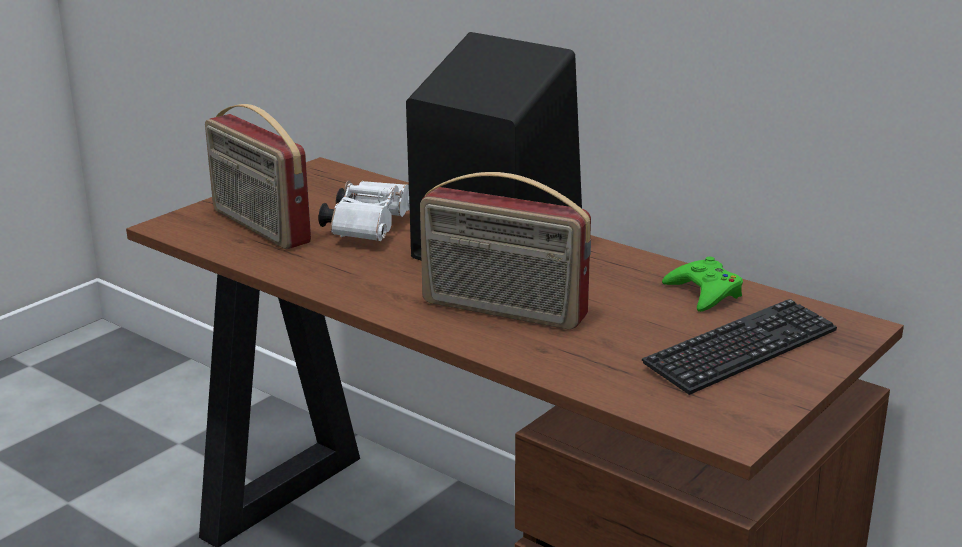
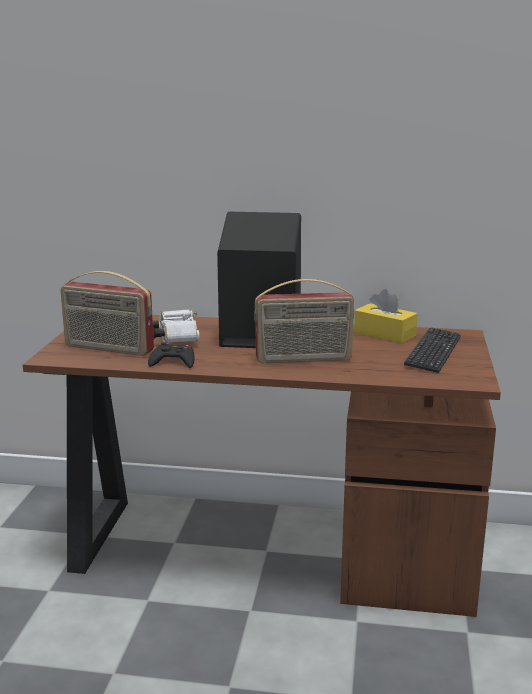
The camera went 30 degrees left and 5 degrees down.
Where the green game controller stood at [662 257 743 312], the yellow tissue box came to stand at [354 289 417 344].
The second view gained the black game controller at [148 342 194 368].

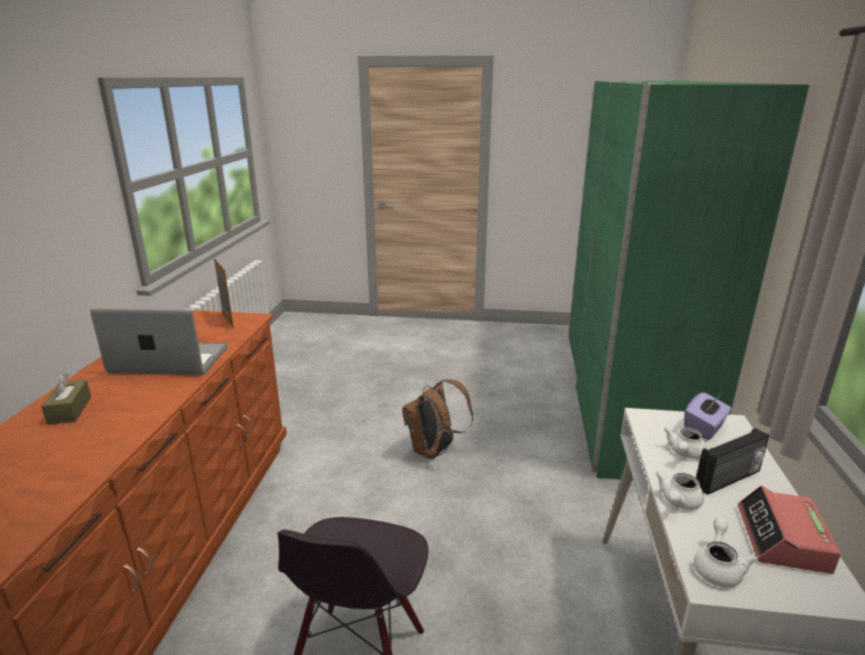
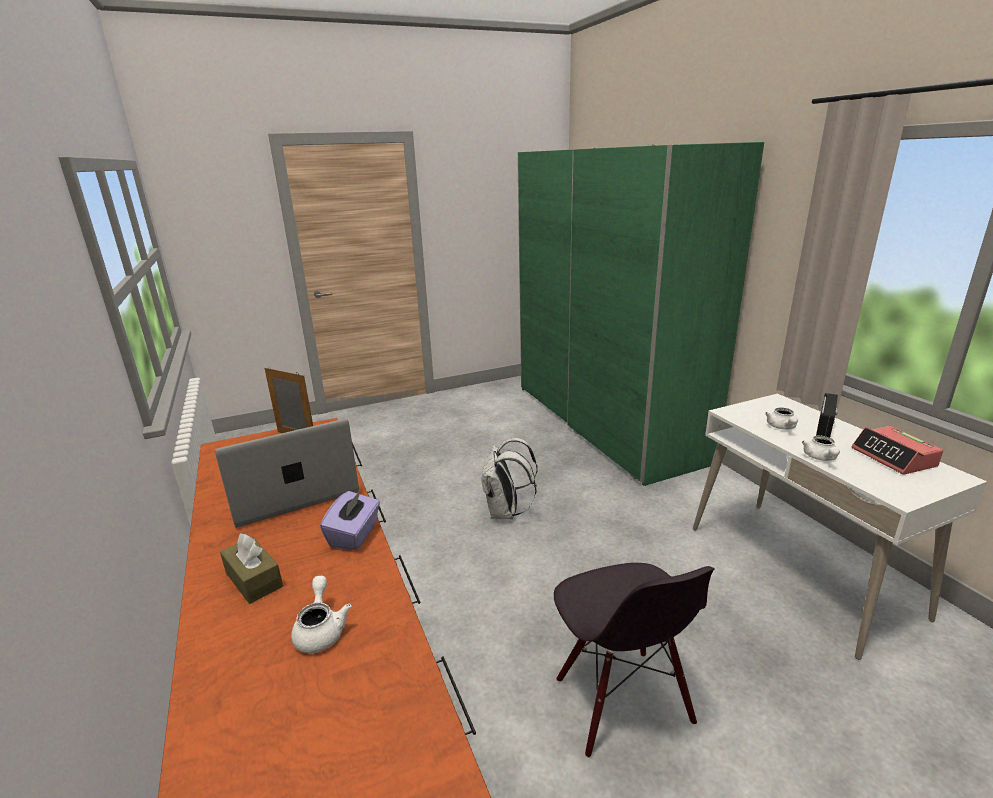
The camera went 30 degrees left and 0 degrees up.
What was the brown backpack at [402 379 473 459] turned into the white backpack at [481 438 538 519].
The purple tissue box ended up elsewhere, having gone from [684 392 731 440] to [320 490 380 550].
The white teapot ended up elsewhere, having gone from [694 517 758 587] to [291 576 352 653].

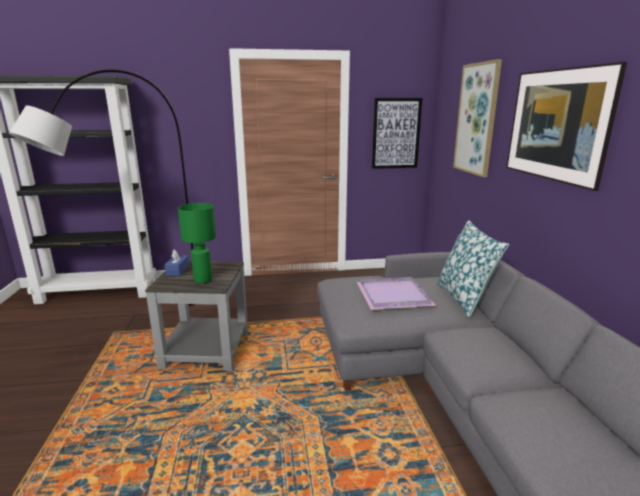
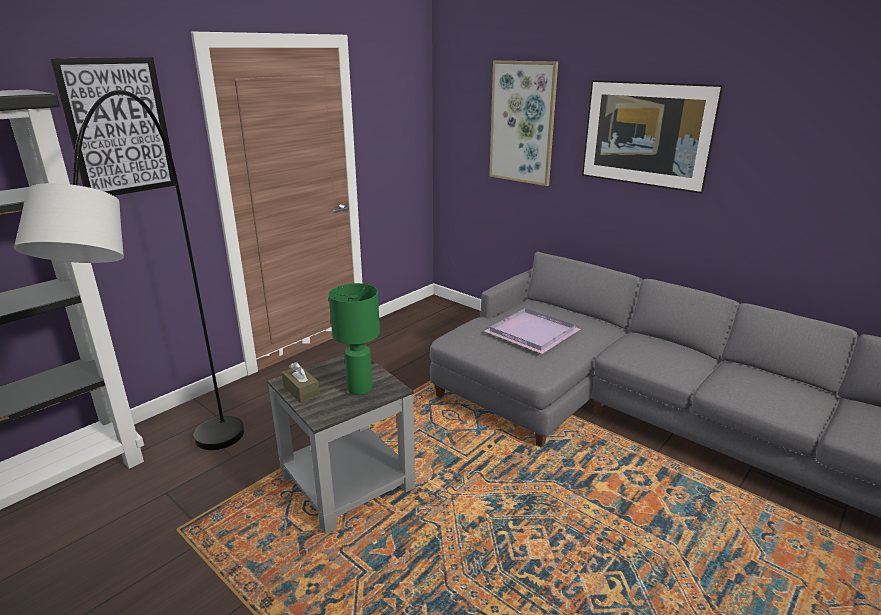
The camera went 40 degrees left and 5 degrees up.
What was the blue tissue box at [164 250 189 276] turned into the brown tissue box at [282 362 320 403].
The picture ended up elsewhere, having gone from [372 98 422 169] to [50 57 175 196].
The second view lost the pillow at [437 220 509 318].

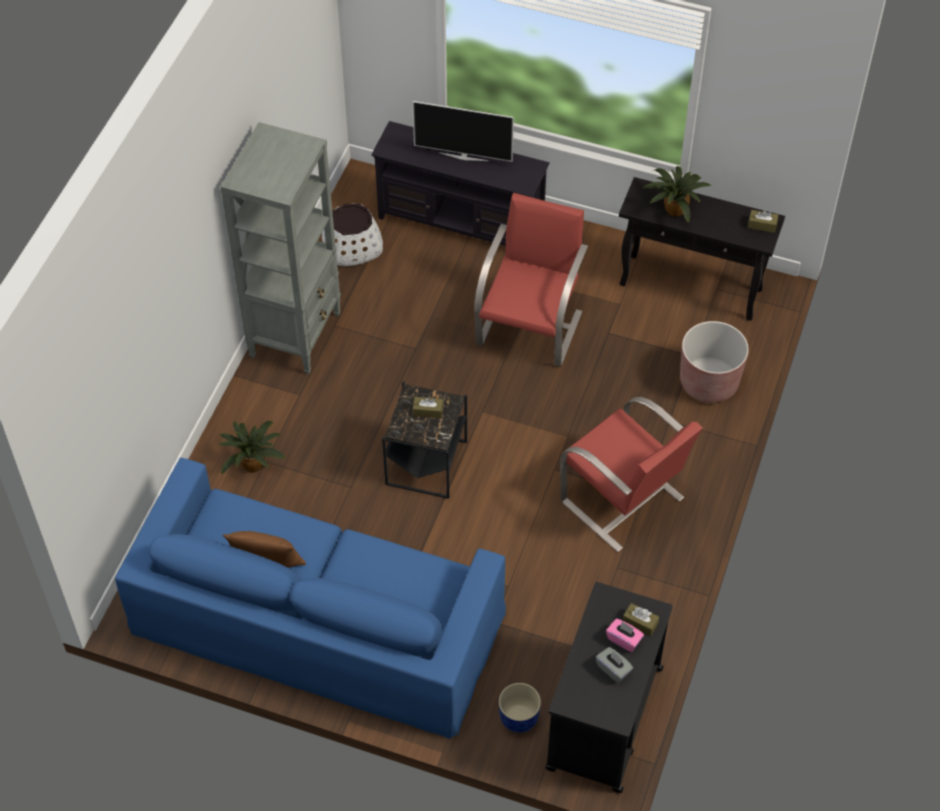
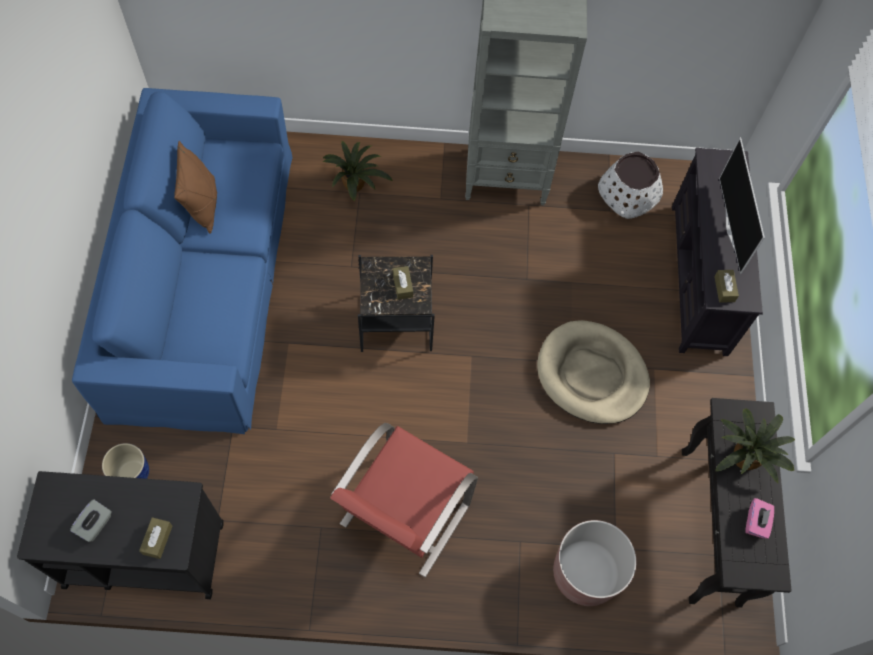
The camera went 70 degrees right and 10 degrees up.
Where the red armchair stood at [474 193 588 367], the beige dog bed came to stand at [537 320 650 424].
The pink tissue box ended up elsewhere, having gone from [606 619 644 652] to [745 498 774 539].
The brown tissue box ended up elsewhere, having gone from [748 210 778 233] to [714 270 739 303].

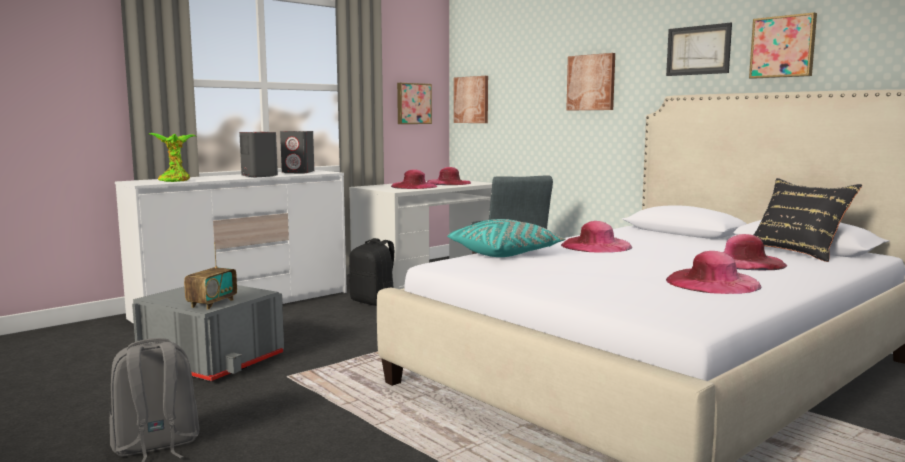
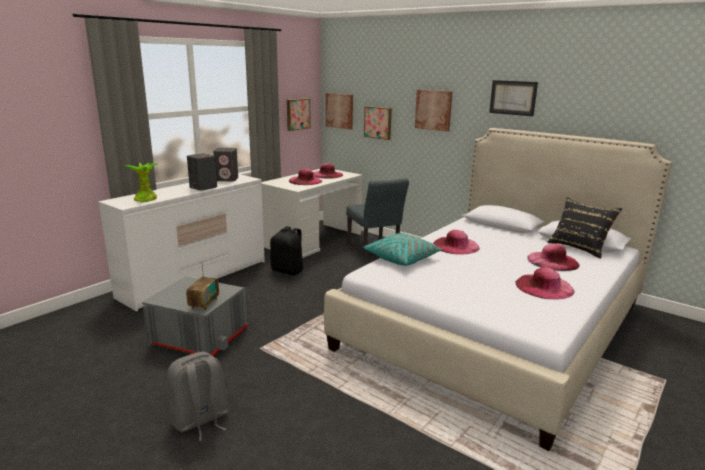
The camera went 10 degrees left and 10 degrees up.
The picture ended up elsewhere, having gone from [749 12 817 79] to [364 106 392 140].

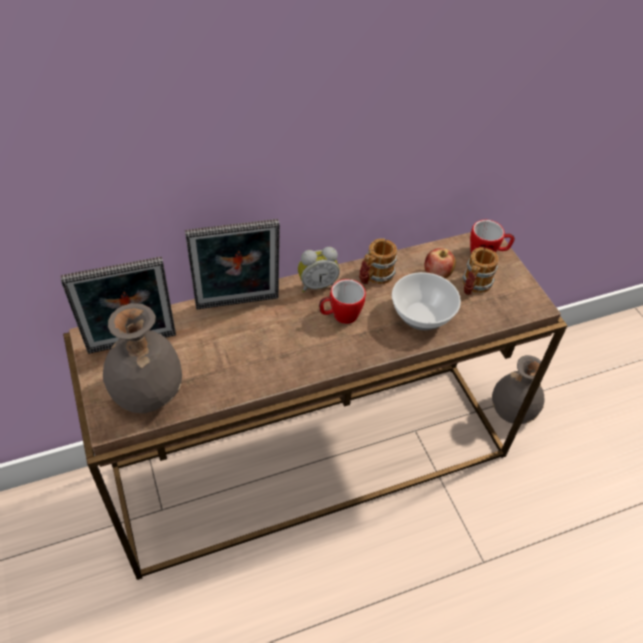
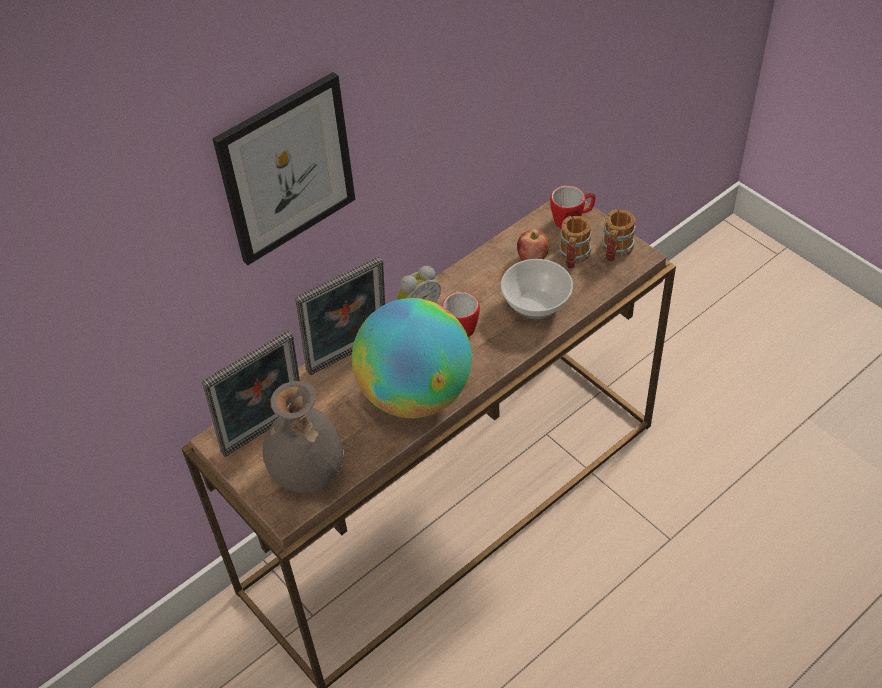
The camera went 15 degrees left and 0 degrees up.
The mug ended up elsewhere, having gone from [359 238 397 285] to [601 209 636 262].
The second view lost the grey vase at [492 355 544 424].
The second view gained the picture at [212 72 355 265].
The second view gained the globe at [352 298 472 418].

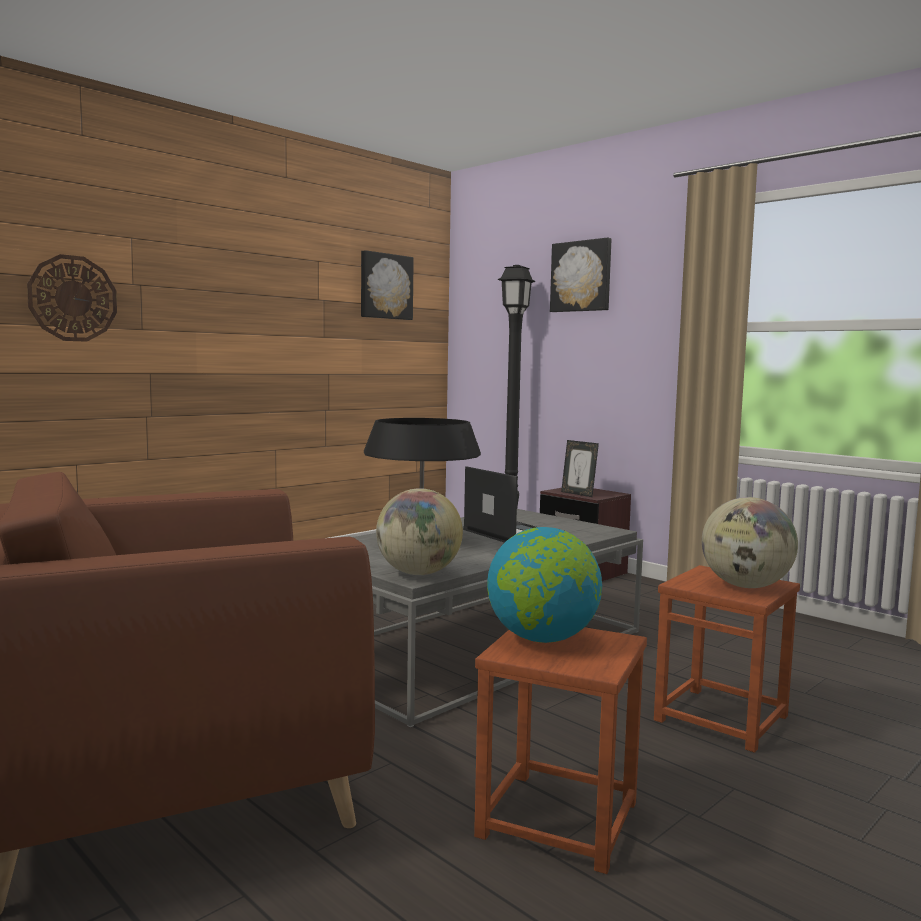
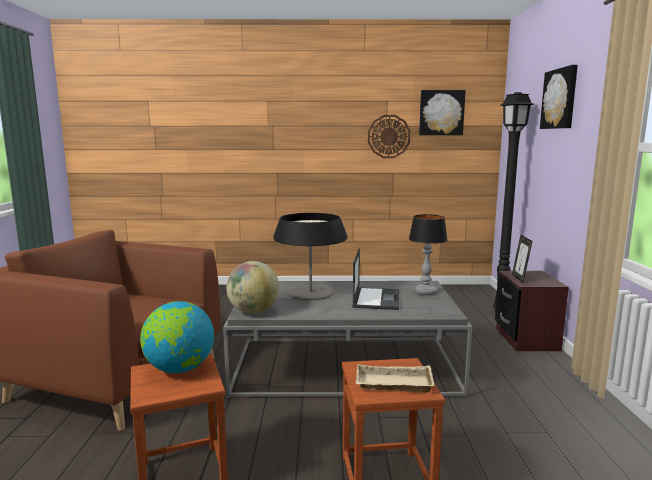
The camera went 45 degrees right and 5 degrees up.
The wall clock ended up elsewhere, having gone from [27 254 117 342] to [368 115 410 158].
Where the globe stood at [702 497 798 588], the beige tray came to stand at [356 364 435 393].
The second view gained the table lamp at [409 214 448 295].

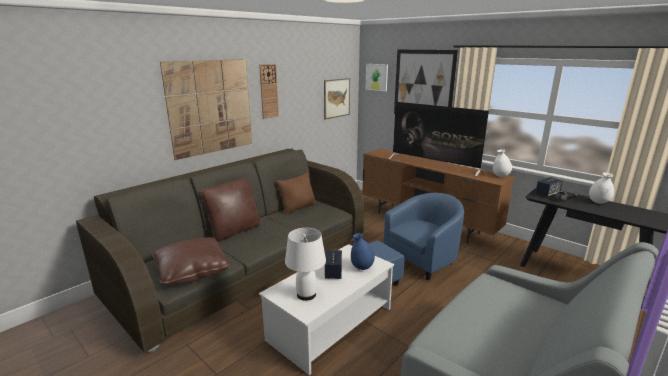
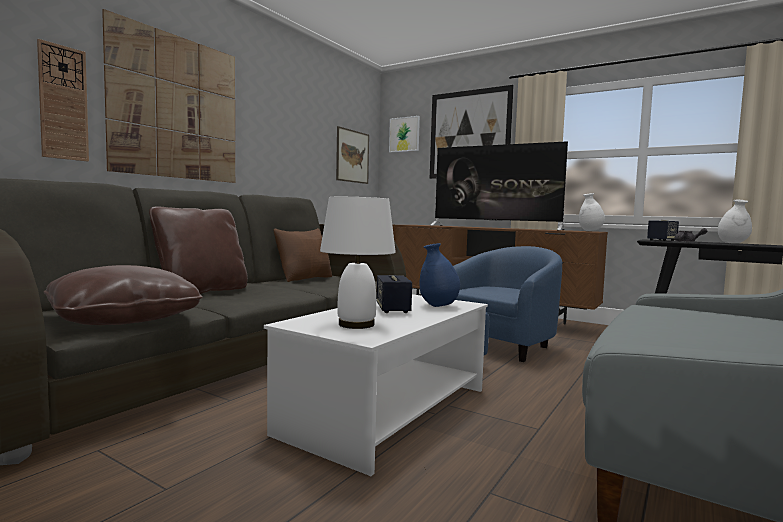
The camera went 10 degrees left and 15 degrees down.
The wall clock ended up elsewhere, having gone from [259 64 279 119] to [37 39 89 161].

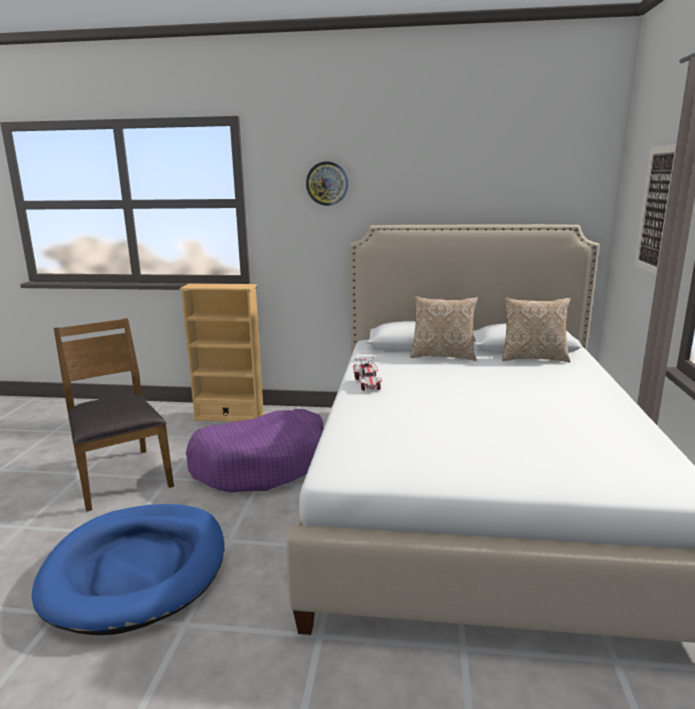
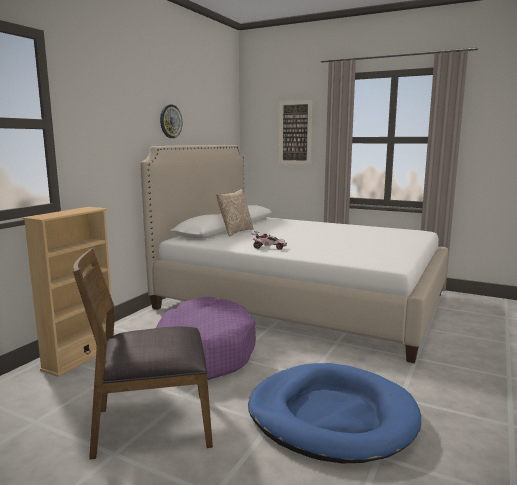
The camera went 70 degrees left and 5 degrees down.
The wall clock ended up elsewhere, having gone from [306 161 348 206] to [160 104 183 138].
The second view lost the pillow at [502 297 571 362].

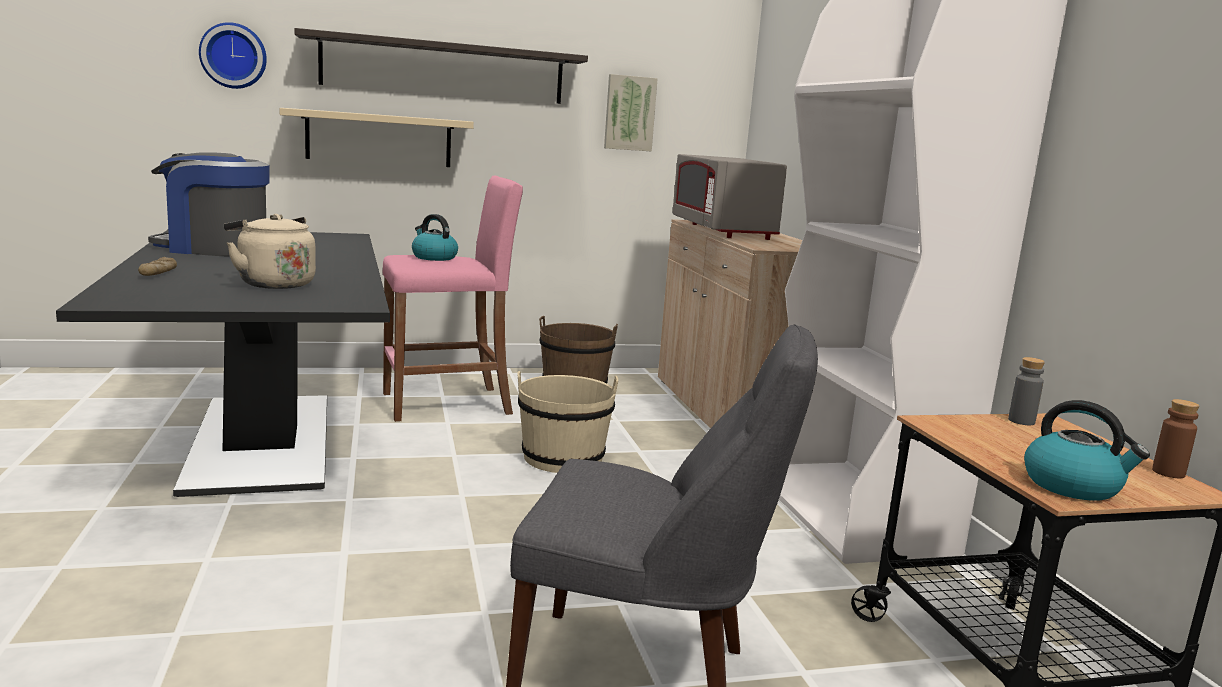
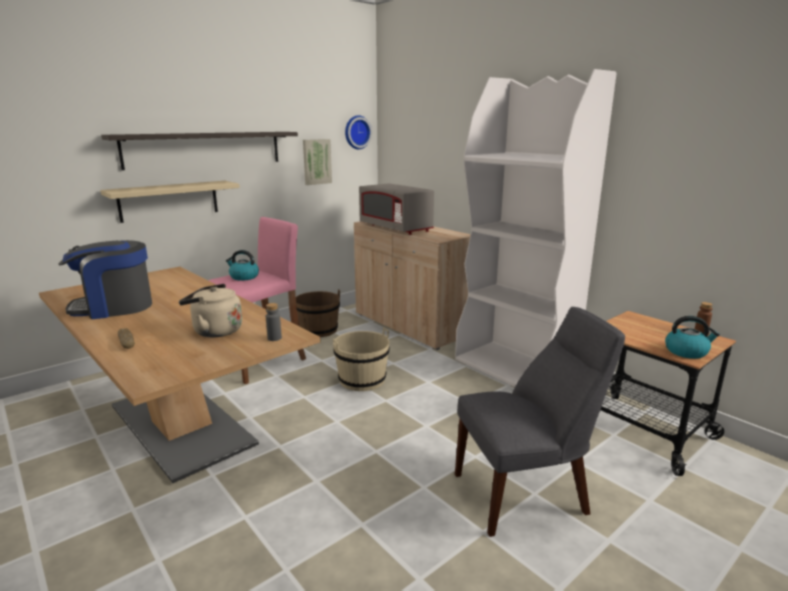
The camera went 25 degrees left and 5 degrees up.
What was the black dining table at [56 230 390 497] turned into the beige dining table at [39 267 321 483].
The wall clock ended up elsewhere, having gone from [199 22 267 89] to [345 115 372 149].
The grey bottle ended up elsewhere, having gone from [1008 357 1045 425] to [266 303 282 341].

